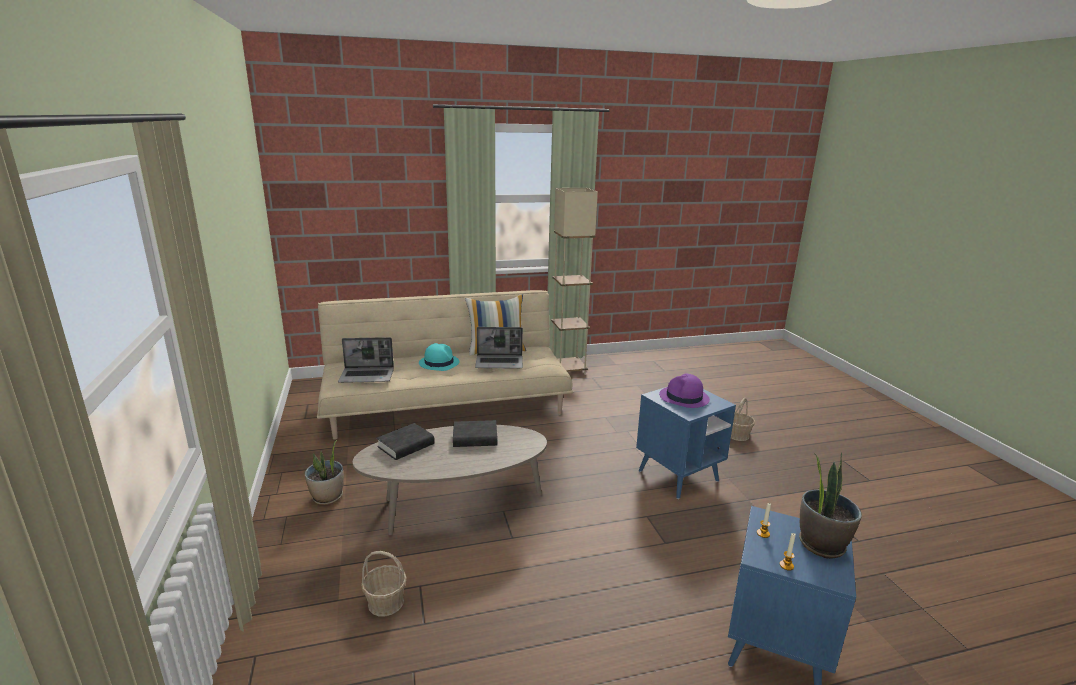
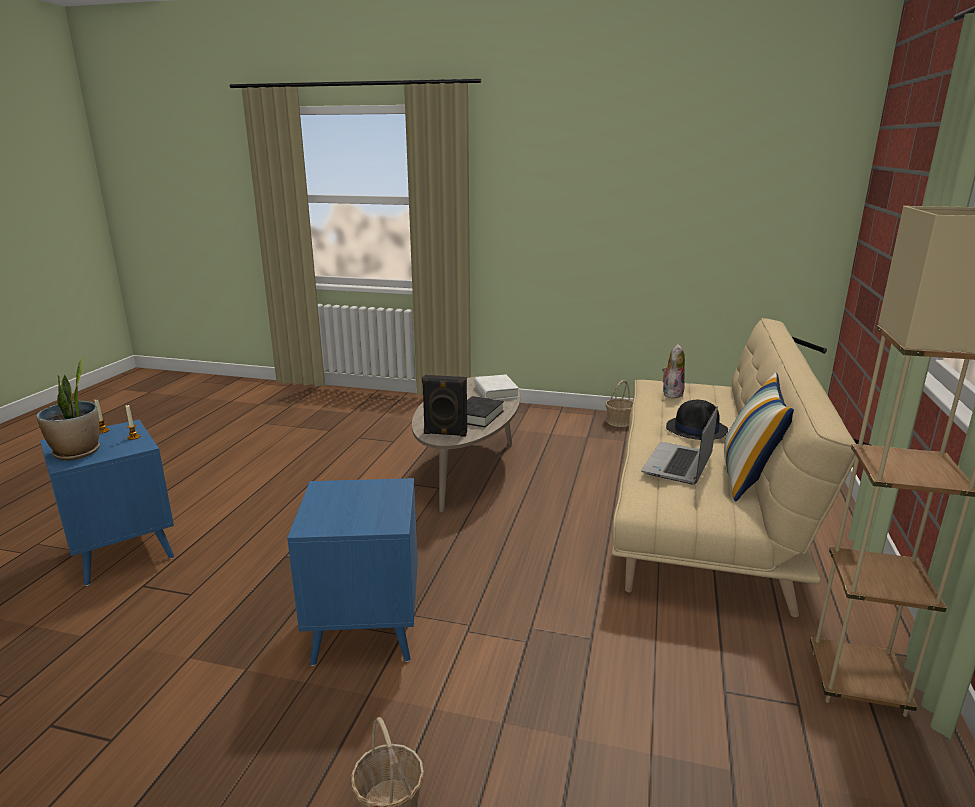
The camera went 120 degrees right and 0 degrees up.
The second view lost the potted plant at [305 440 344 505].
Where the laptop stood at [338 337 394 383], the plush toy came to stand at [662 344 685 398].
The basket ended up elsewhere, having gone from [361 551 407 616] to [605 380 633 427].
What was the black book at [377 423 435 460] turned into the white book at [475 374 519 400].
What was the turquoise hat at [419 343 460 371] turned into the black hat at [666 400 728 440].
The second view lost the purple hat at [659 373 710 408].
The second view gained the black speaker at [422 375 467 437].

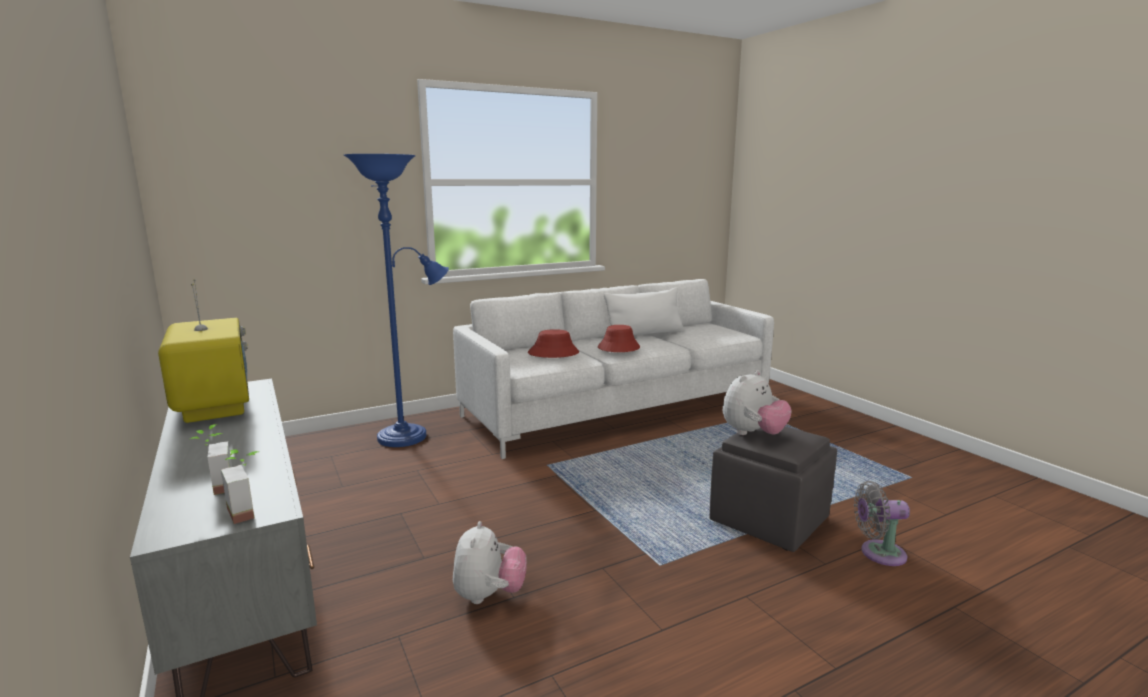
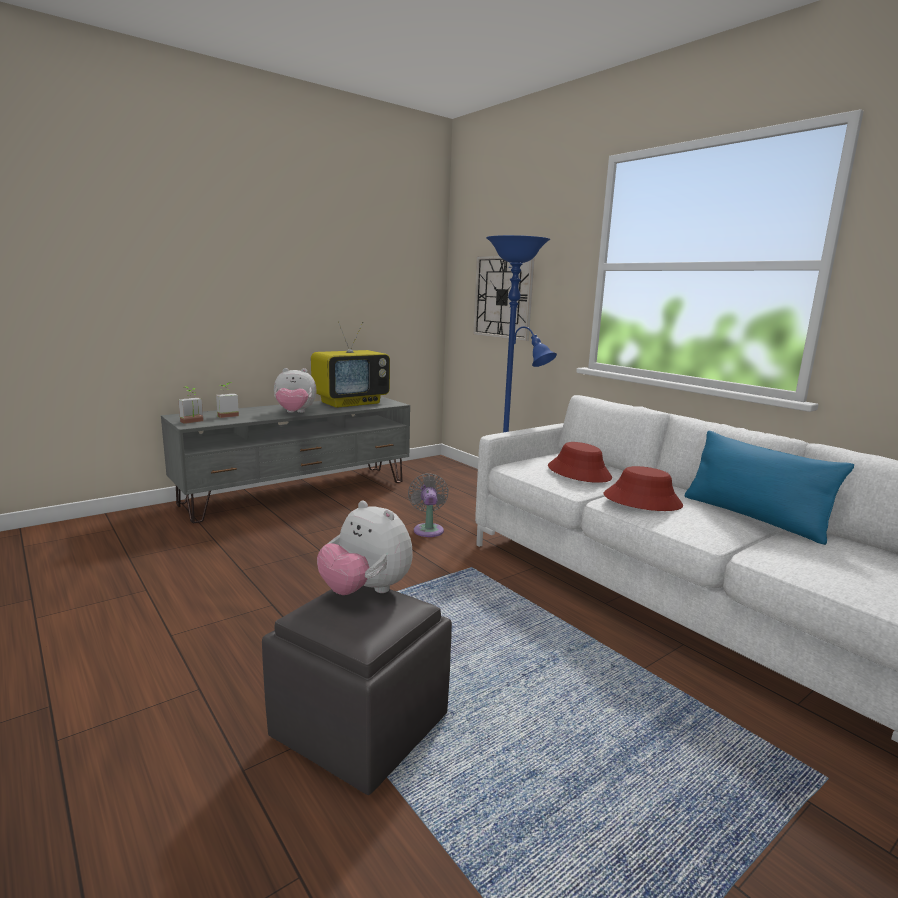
The camera went 80 degrees right and 0 degrees up.
The plush toy ended up elsewhere, having gone from [453 521 527 604] to [274 368 317 413].
What was the white pillow at [604 287 684 335] turned into the blue pillow at [685 430 854 545].
The grey fan ended up elsewhere, having gone from [854 481 910 566] to [408 473 449 537].
The second view gained the wall clock at [473 256 535 341].

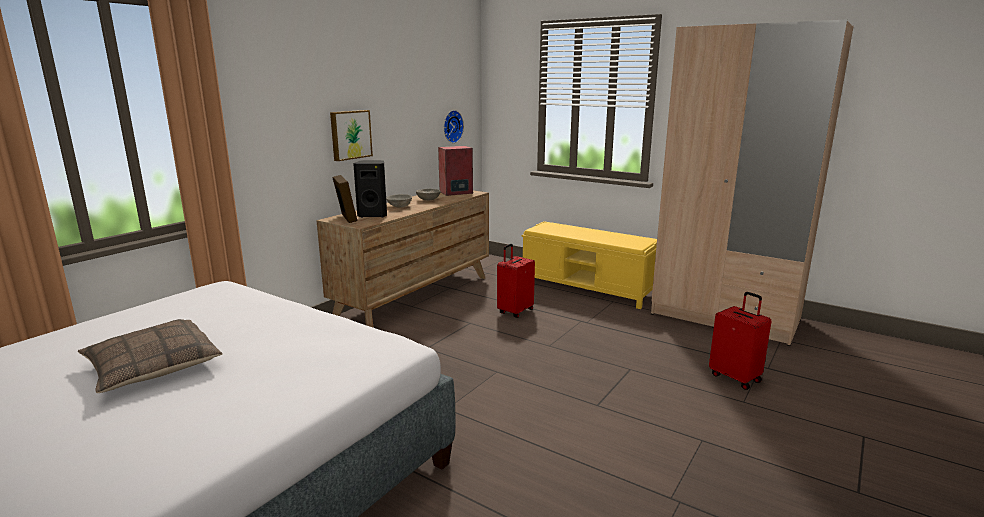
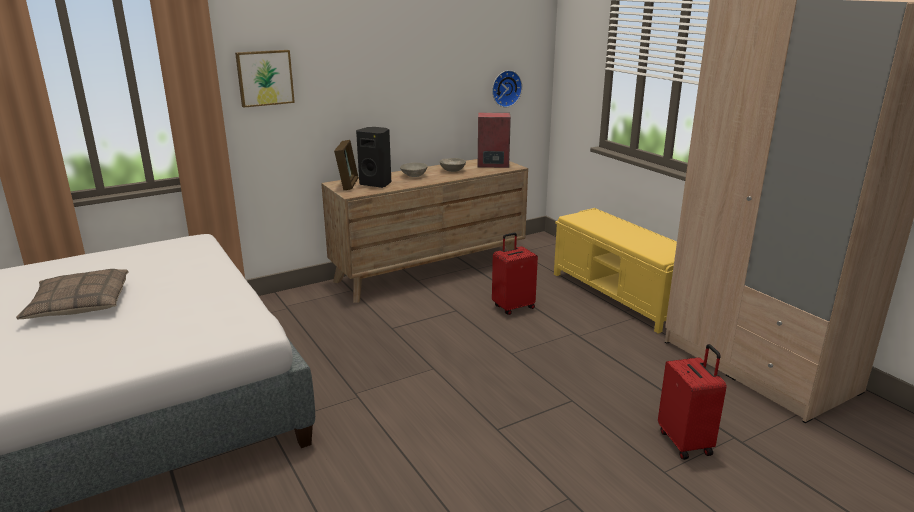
The camera went 25 degrees right and 5 degrees up.
The picture ended up elsewhere, having gone from [330 110 373 161] to [235 50 295 108].

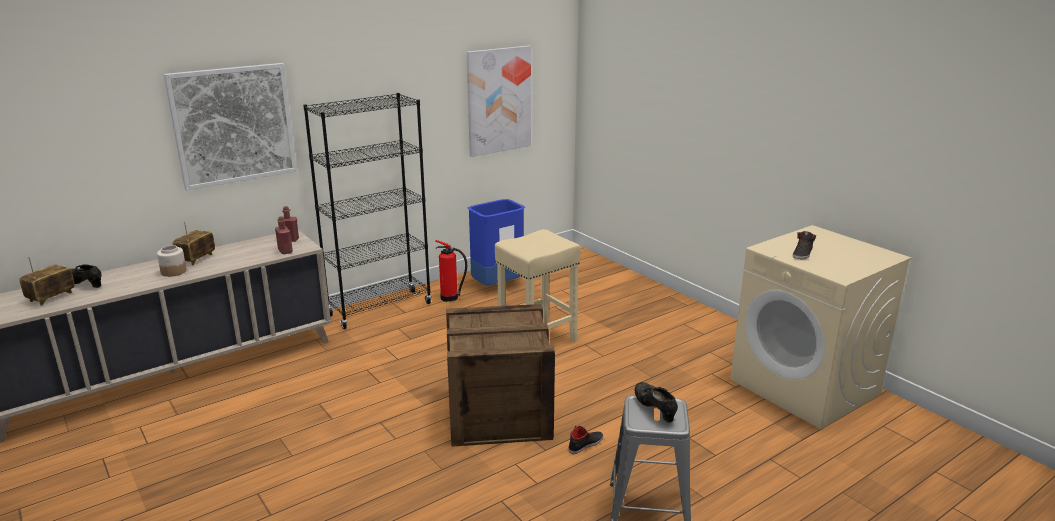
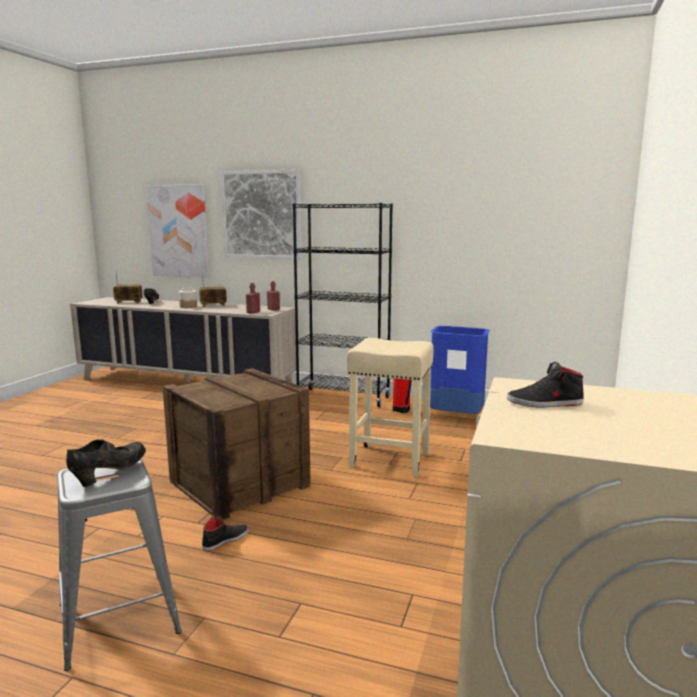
The camera went 55 degrees right and 10 degrees down.
The picture ended up elsewhere, having gone from [467 46 531 157] to [146 184 209 278].
The black shoe at [568 425 603 454] ended up facing another way, 60 degrees counterclockwise from before.

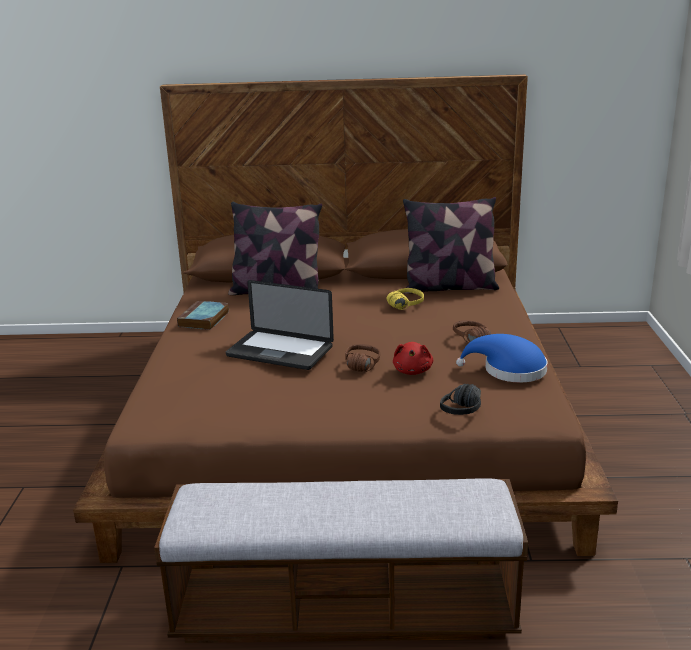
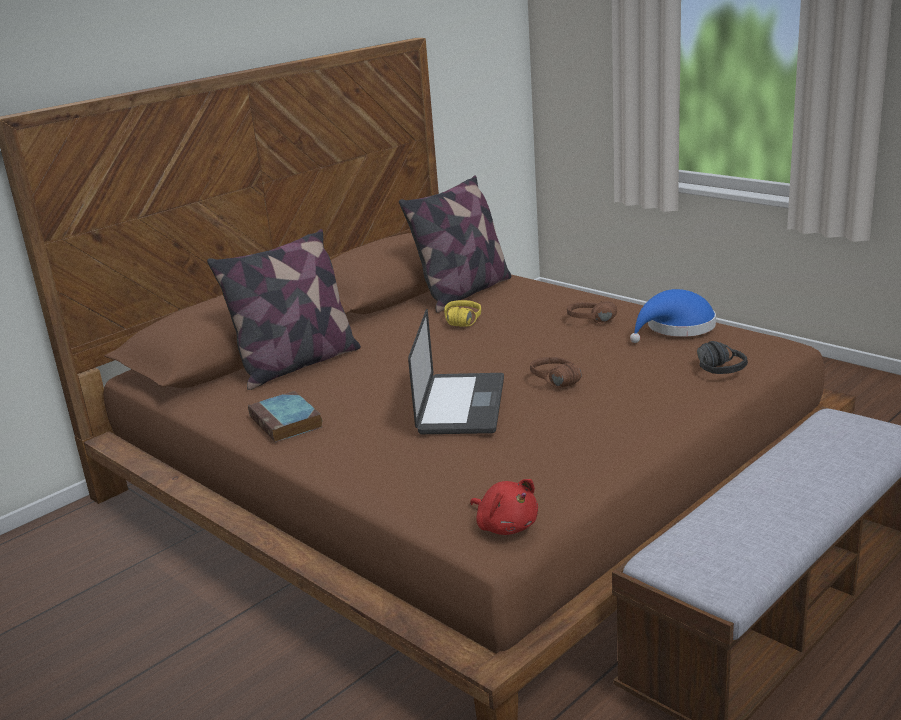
The camera went 45 degrees left and 0 degrees up.
The laptop at [226 280 334 370] ended up facing another way, 60 degrees counterclockwise from before.
The red plush toy ended up elsewhere, having gone from [393 342 433 375] to [470 479 538 535].

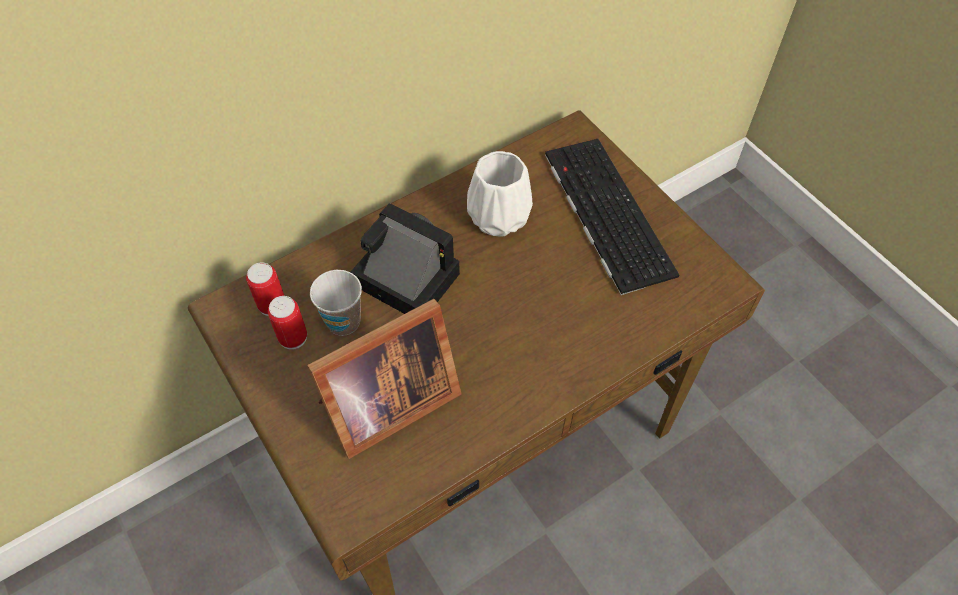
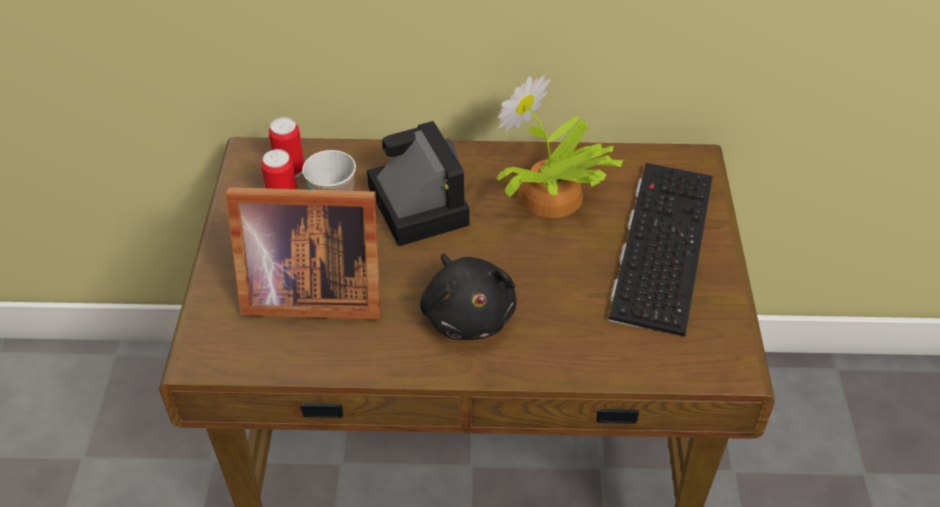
The camera went 35 degrees right and 10 degrees down.
Where the white vase stood at [467 151 533 236], the potted plant came to stand at [496 75 625 218].
The second view gained the black plush toy at [420 253 516 340].

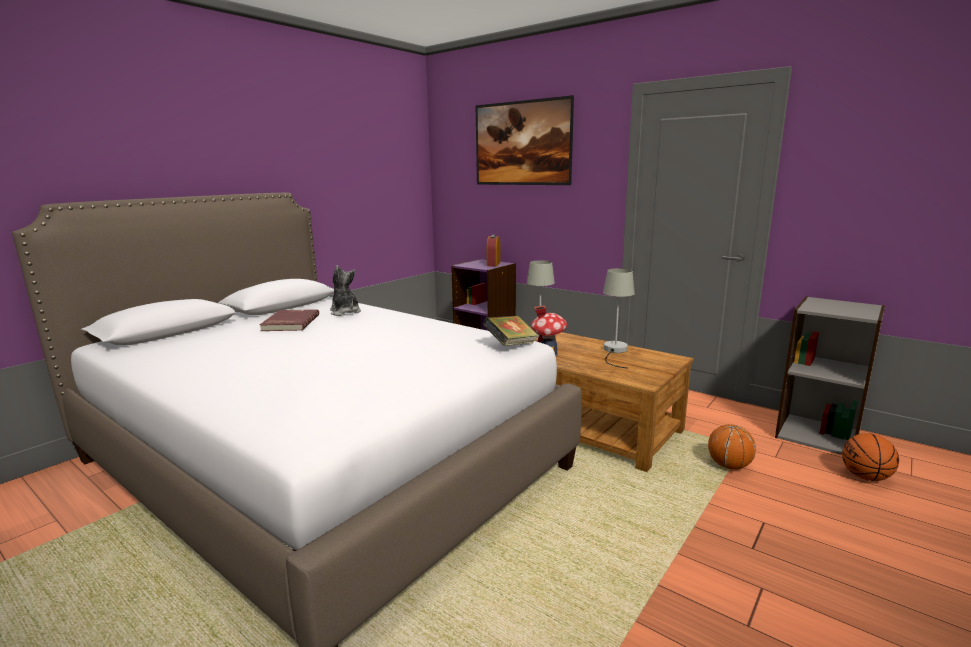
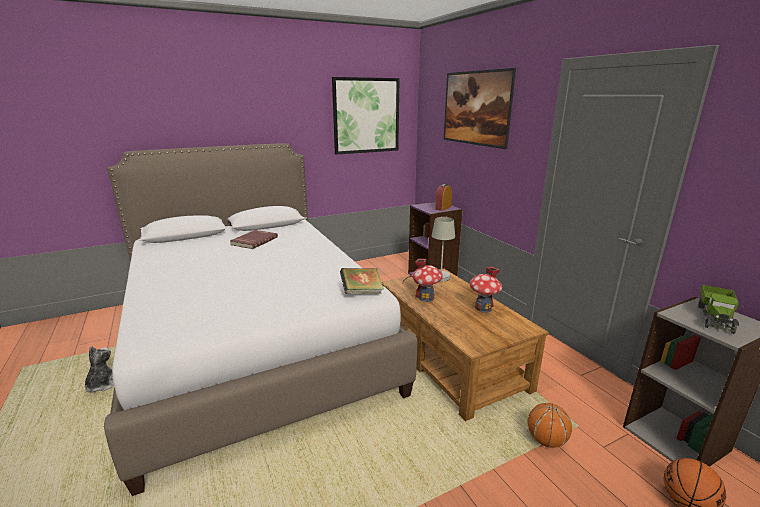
The camera went 25 degrees right and 5 degrees up.
The plush toy ended up elsewhere, having gone from [330 265 361 316] to [85 346 114 392].
Where the grey table lamp stood at [603 268 635 369], the toy house came to stand at [470 267 502 313].
The second view gained the picture at [332 77 400 155].
The second view gained the toy truck at [698 285 744 334].

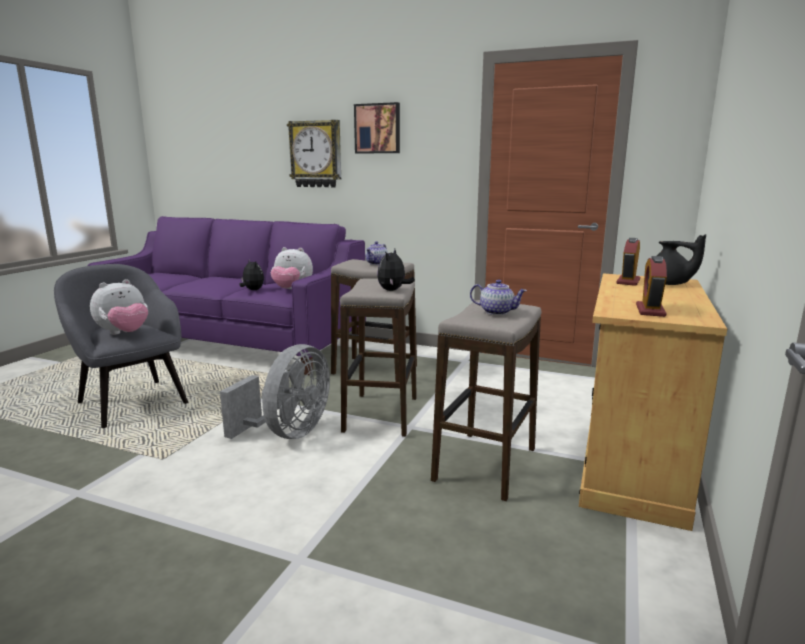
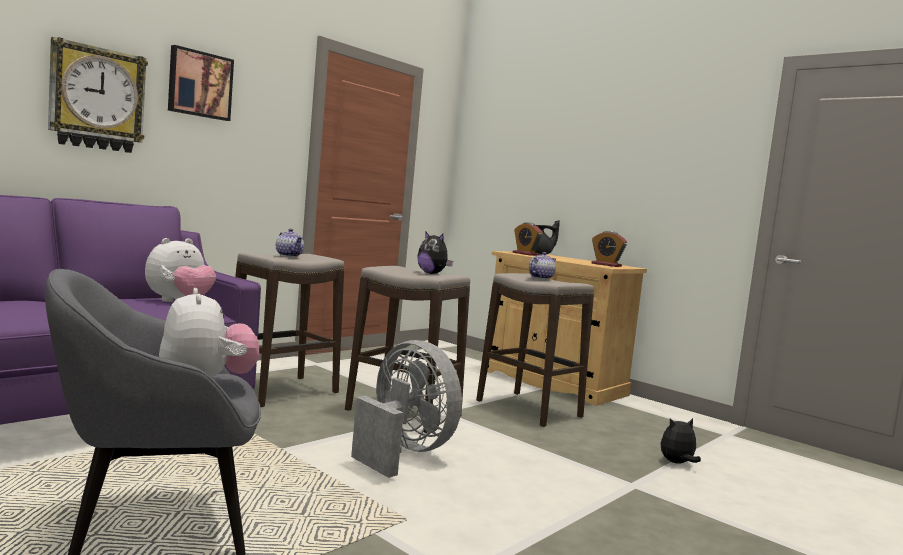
The camera went 70 degrees left and 10 degrees down.
The plush toy ended up elsewhere, having gone from [239 259 264 290] to [661 418 701 464].

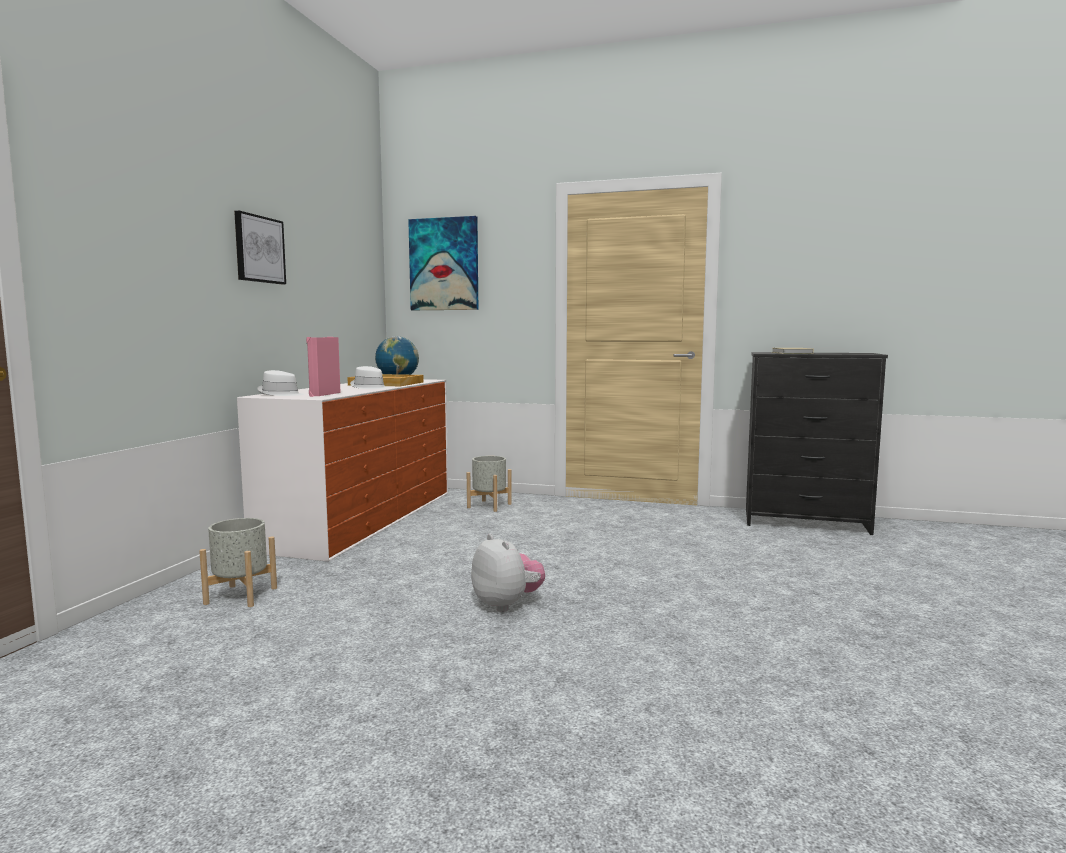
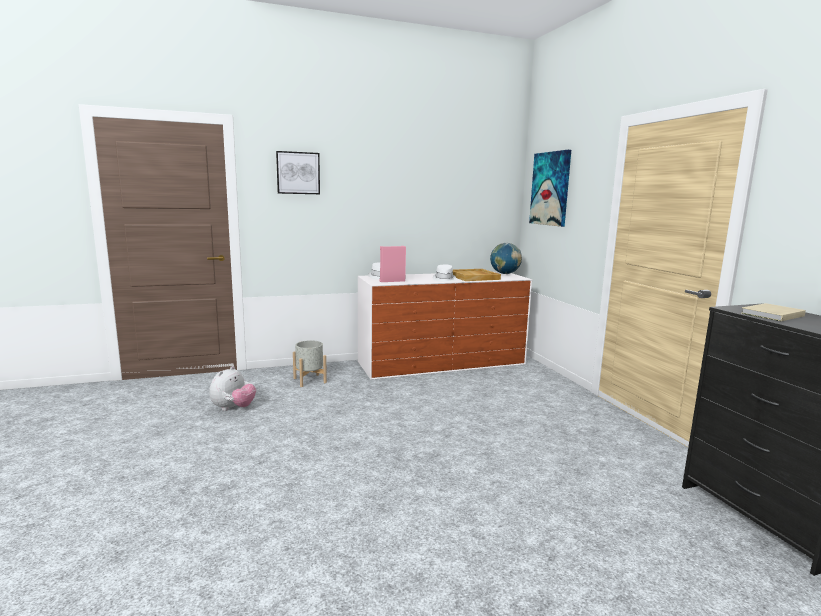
The camera went 55 degrees right and 5 degrees up.
The picture ended up elsewhere, having gone from [234 211 286 284] to [276 151 320 194].
The second view lost the grey planter at [467 456 512 512].
The plush toy ended up elsewhere, having gone from [471 534 545 612] to [209 366 256 411].

